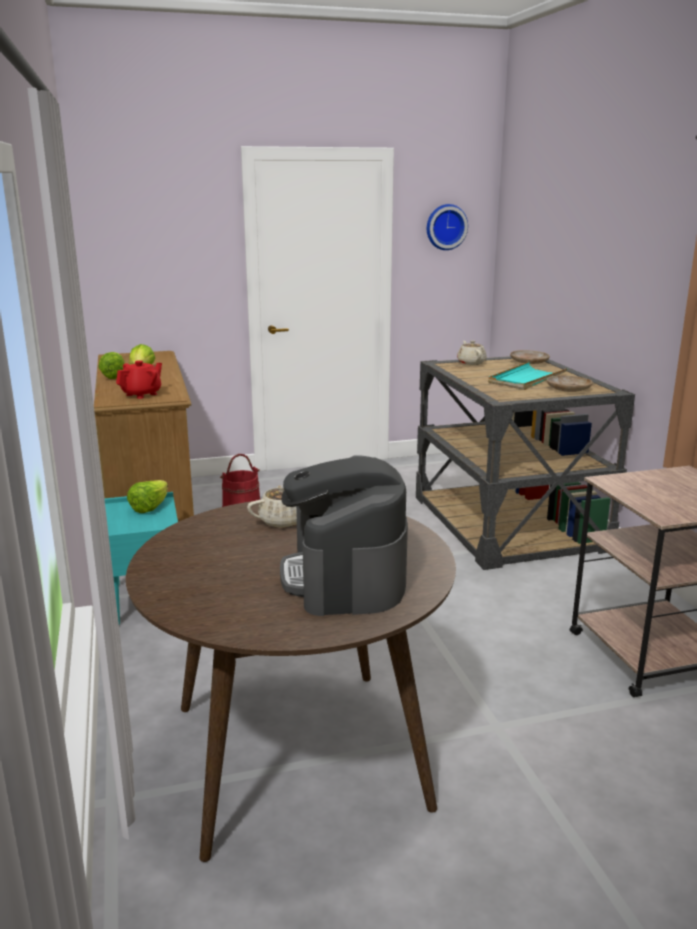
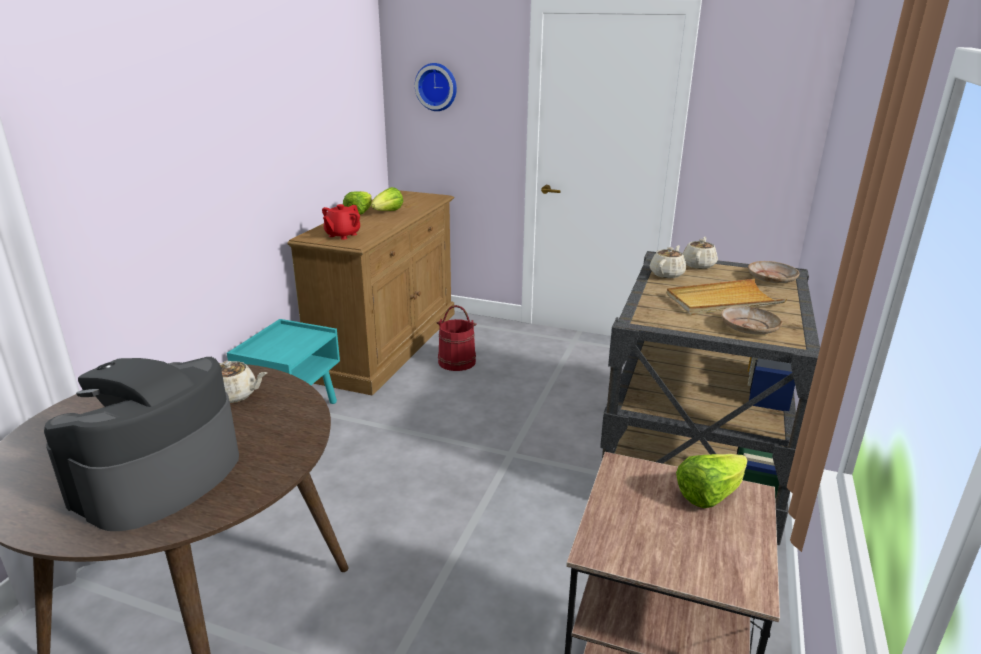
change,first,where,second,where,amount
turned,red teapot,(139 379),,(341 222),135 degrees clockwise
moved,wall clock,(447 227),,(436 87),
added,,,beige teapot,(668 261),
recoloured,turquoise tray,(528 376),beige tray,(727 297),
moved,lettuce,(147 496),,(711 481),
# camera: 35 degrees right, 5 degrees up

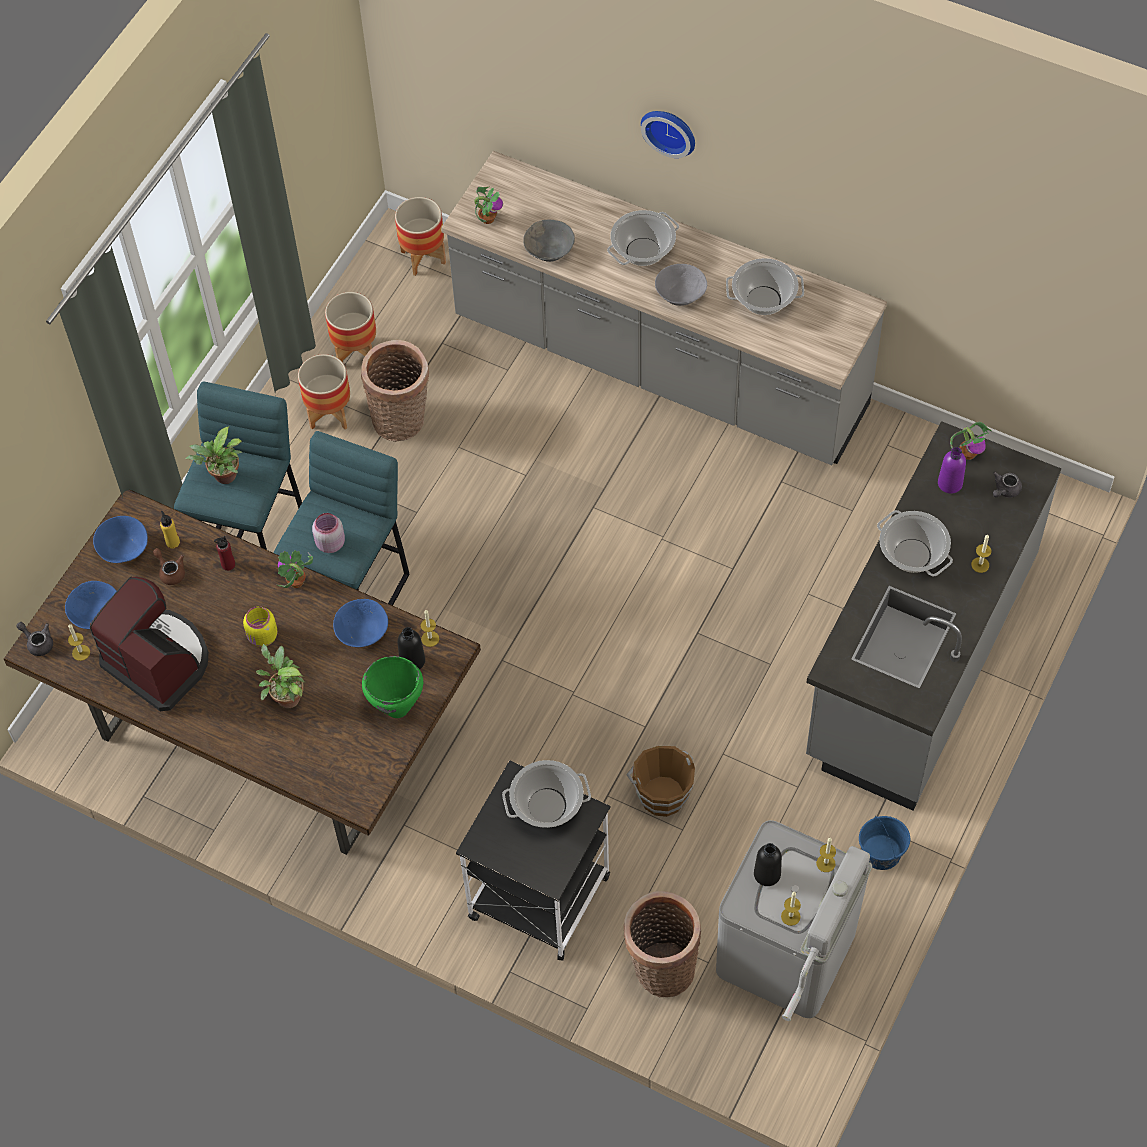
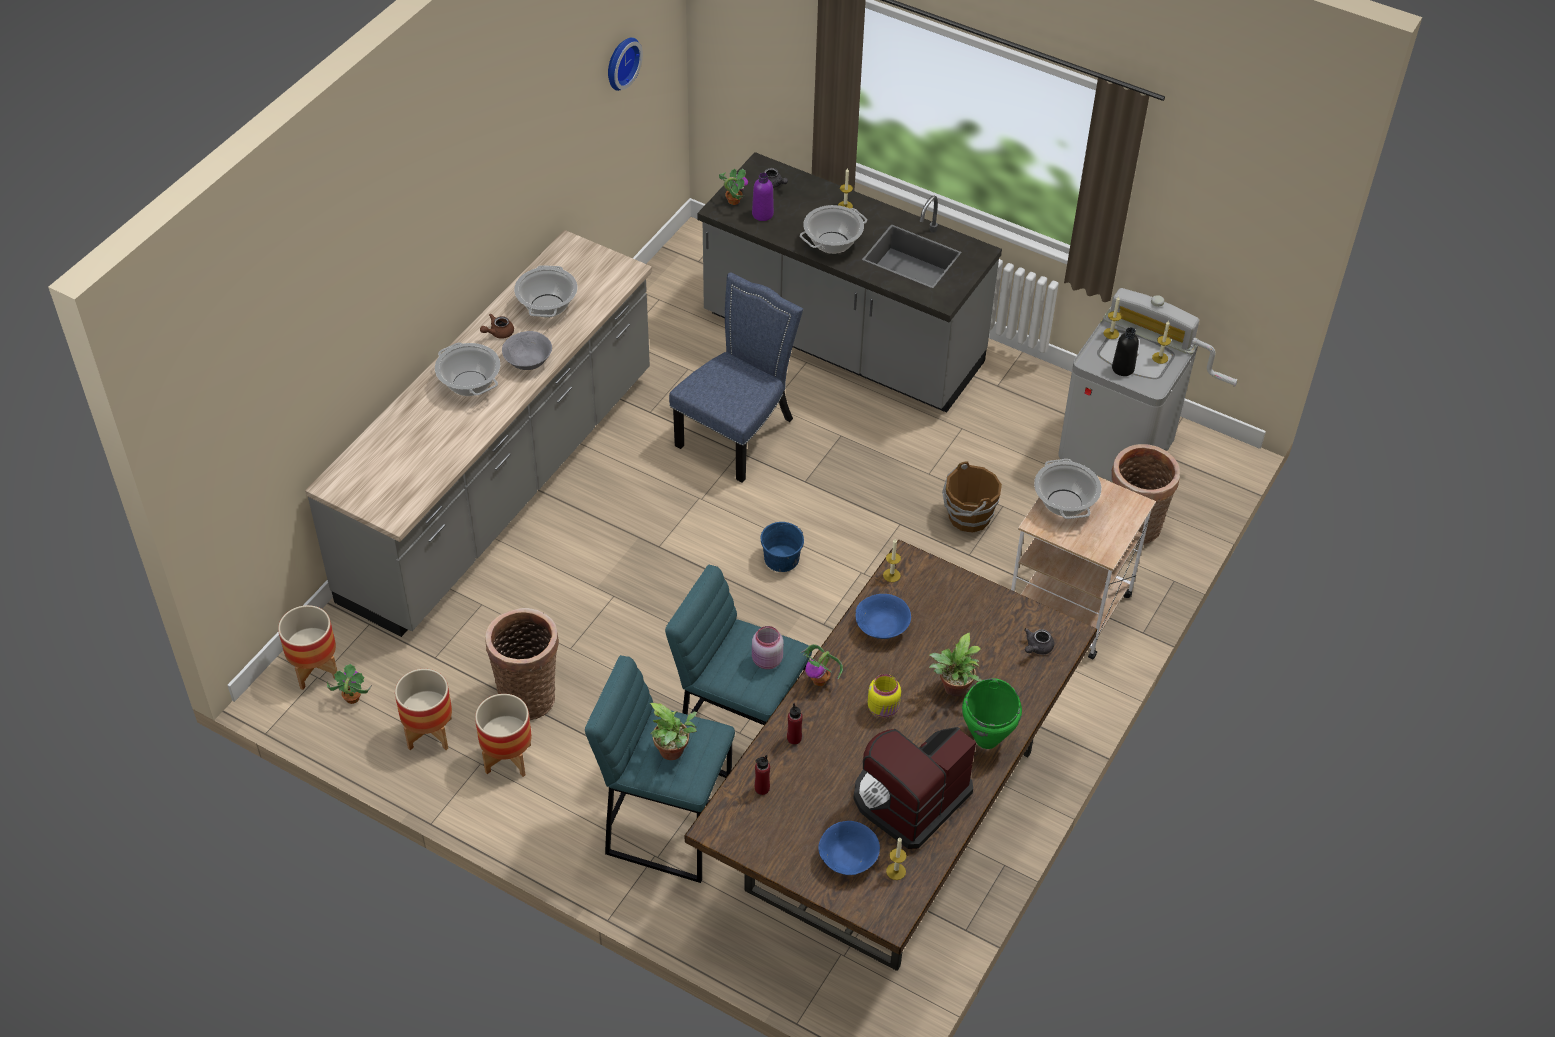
change,first,where,second,where,amount
moved,potted plant,(488 205),,(349 684),
moved,brown teapot,(169 566),,(497 326),
moved,wall clock,(668 134),,(625 64),
added,,,blue chair,(736 377),
recoloured,yellow bottle,(170 530),red bottle,(762 775),
moved,blue bucket,(884 843),,(782 547),
moved,green cooking pot,(392 687),,(992 713),
recoloured,black cart,(533 860),beige cart,(1083 567),
moved,grey teapot,(34 639),,(1039 641),
removed,blue bowl,(120 539),,,
removed,black bottle,(411 648),,,
removed,grey bowl,(549 241),,,
# camera: 90 degrees left, 10 degrees down

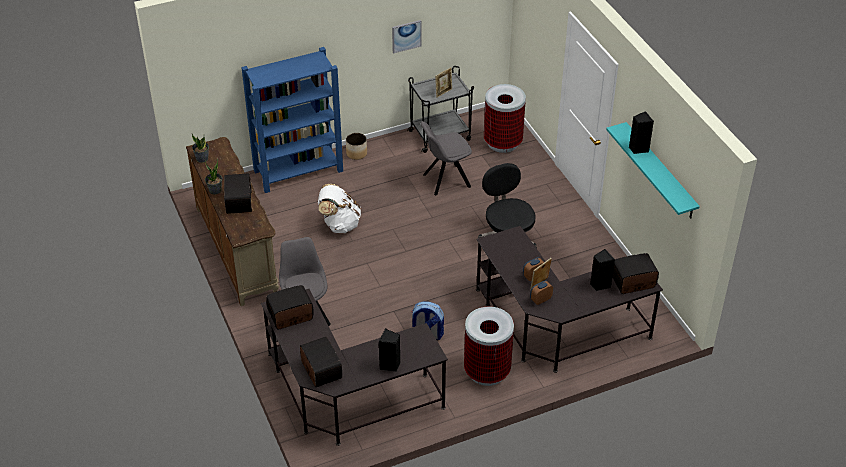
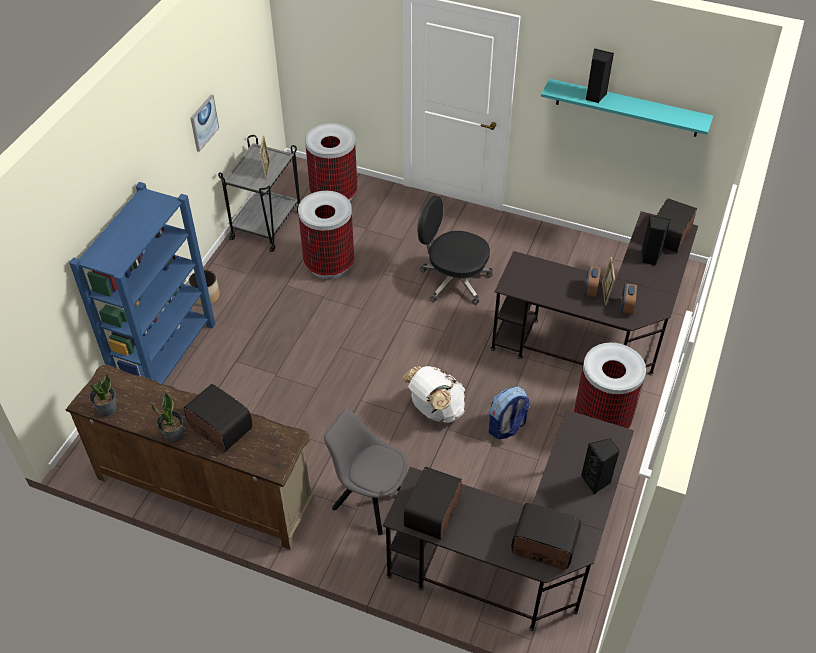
change,first,where,second,where,amount
replaced,grey chair,(446 158),trash can,(326 235),
moved,white backpack,(339 208),,(434 394),
# camera: 45 degrees left, 5 degrees up

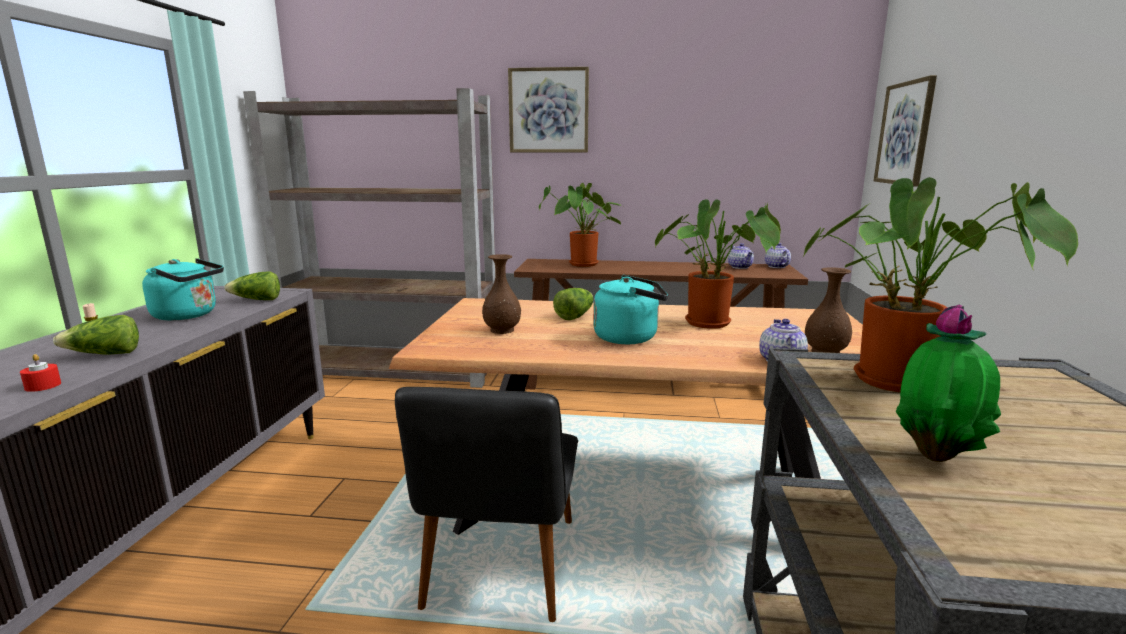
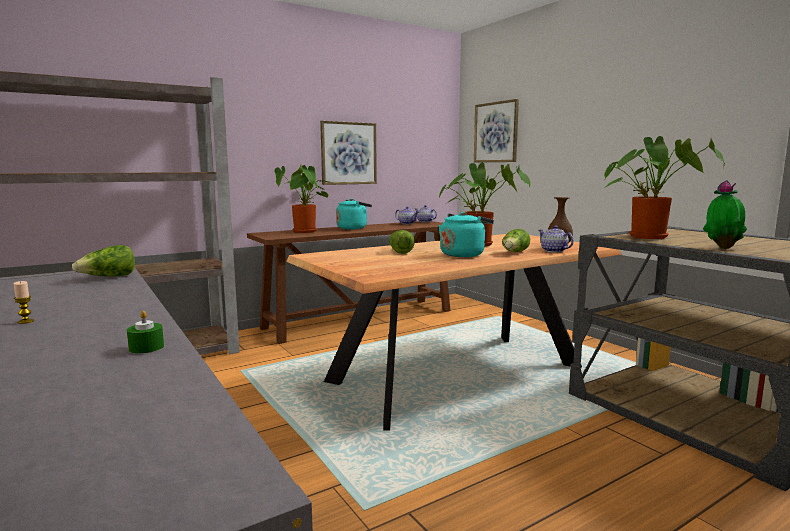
change,first,where,second,where,amount
recoloured,red candle,(40 373),green candle,(145 332),
moved,picture,(548 109),,(348 153),
moved,turquoise kettle,(183 289),,(354 214),
moved,lettuce,(96 334),,(516 240),
removed,black chair,(486 504),,,
removed,brown vase,(501 294),,,
# camera: 40 degrees left, 5 degrees down

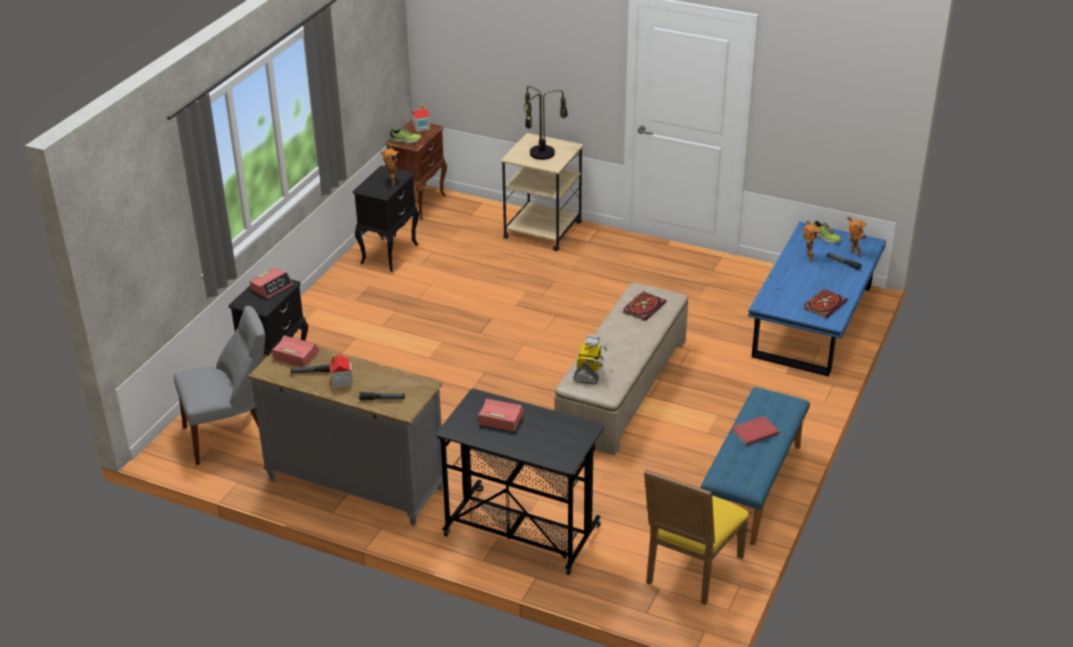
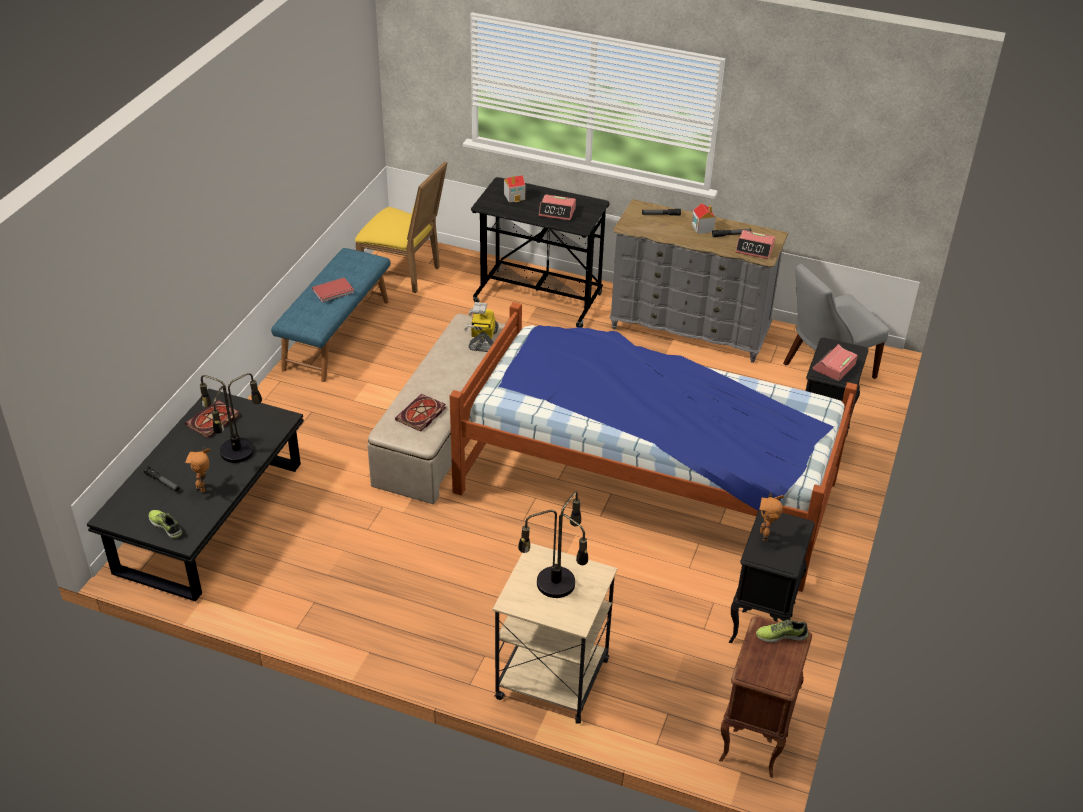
change,first,where,second,where,amount
recoloured,blue coffee table,(817 299),black coffee table,(195 495),
added,,,table lamp,(231 418),
turned,yellow chair,(697 537),,(401 227),90 degrees clockwise
added,,,bed,(654 447),
moved,toy house,(421 118),,(514 189),
removed,toy robot,(857 237),,,
# camera: 175 degrees right, 5 degrees up

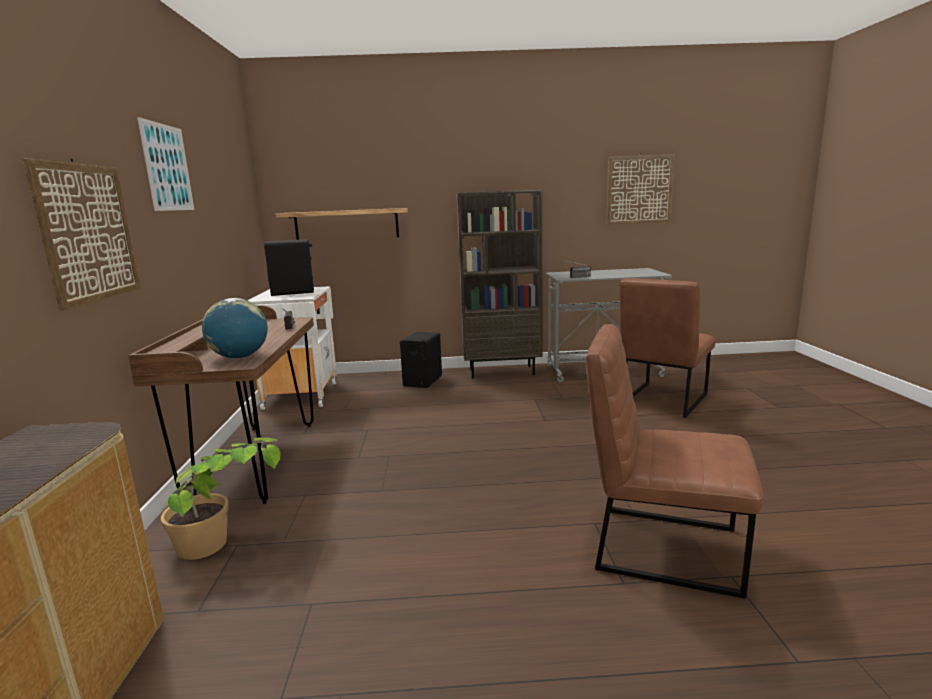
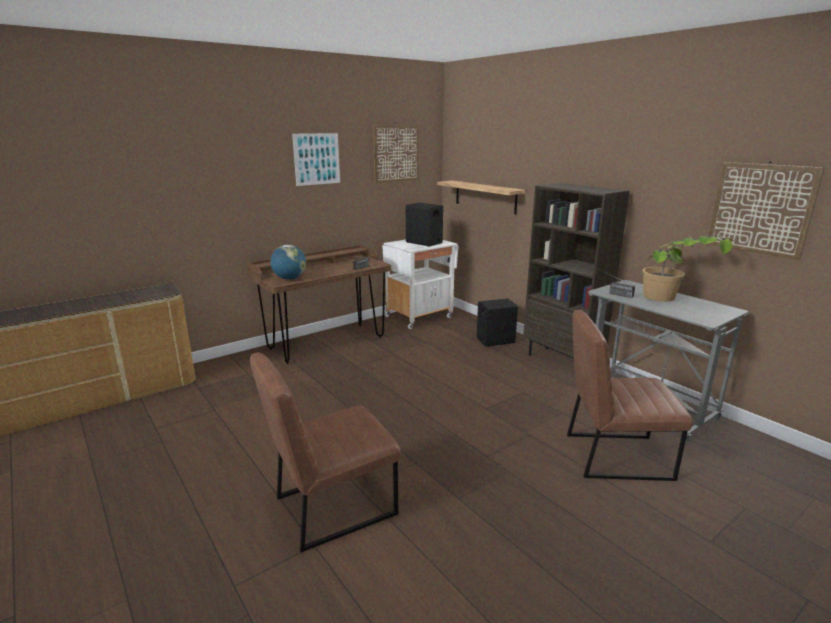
change,first,where,second,where,amount
turned,brown chair,(674 461),,(325 452),105 degrees counterclockwise
moved,picture,(82 234),,(396 153),
moved,potted plant,(221 499),,(688 268),
# camera: 55 degrees right, 5 degrees up

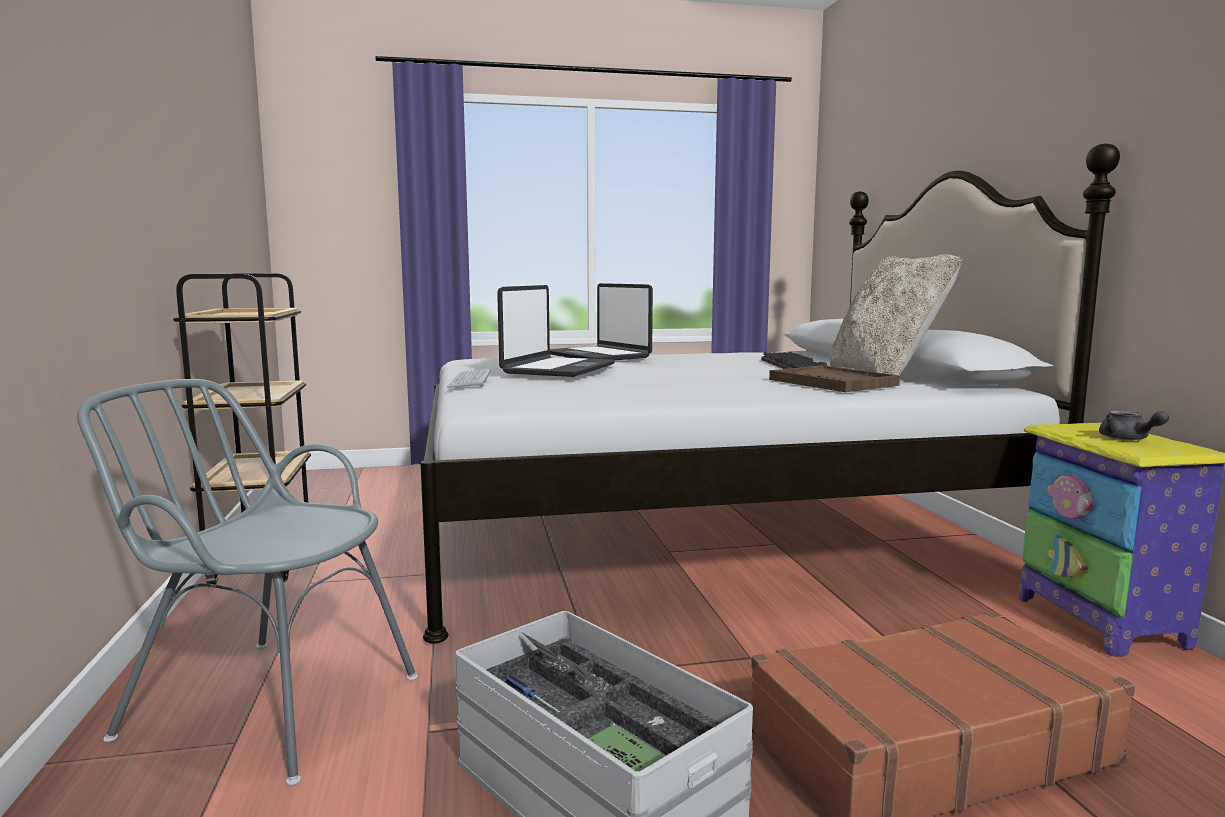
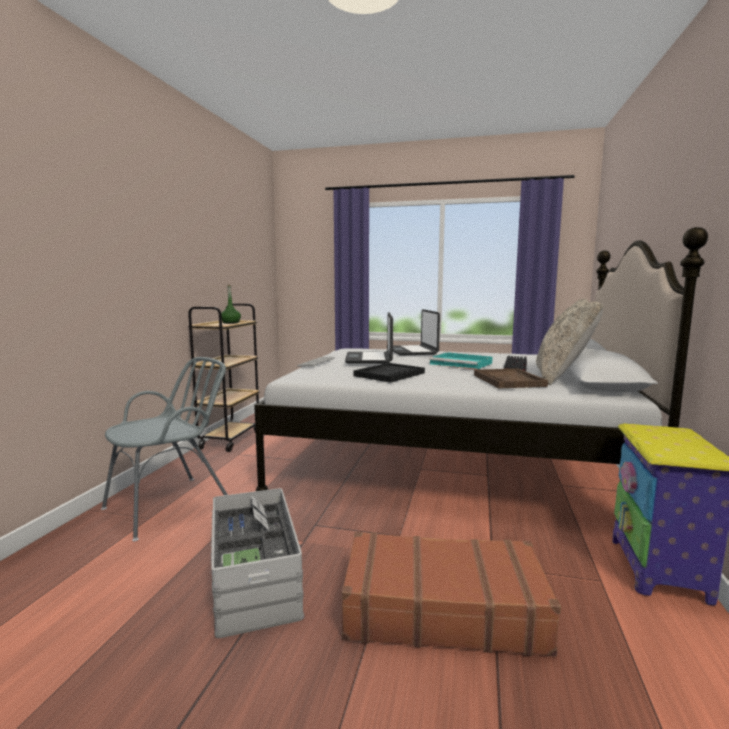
change,first,where,second,where,amount
turned,grey chair,(247 582),,(164 449),90 degrees clockwise
added,,,green bottle,(231 304),
turned,laptop,(556 331),,(369 338),135 degrees clockwise
added,,,black tray,(389 373),
added,,,turquoise tray,(460 361),
removed,grey teapot,(1134 425),,,
# camera: 25 degrees right, 0 degrees up

